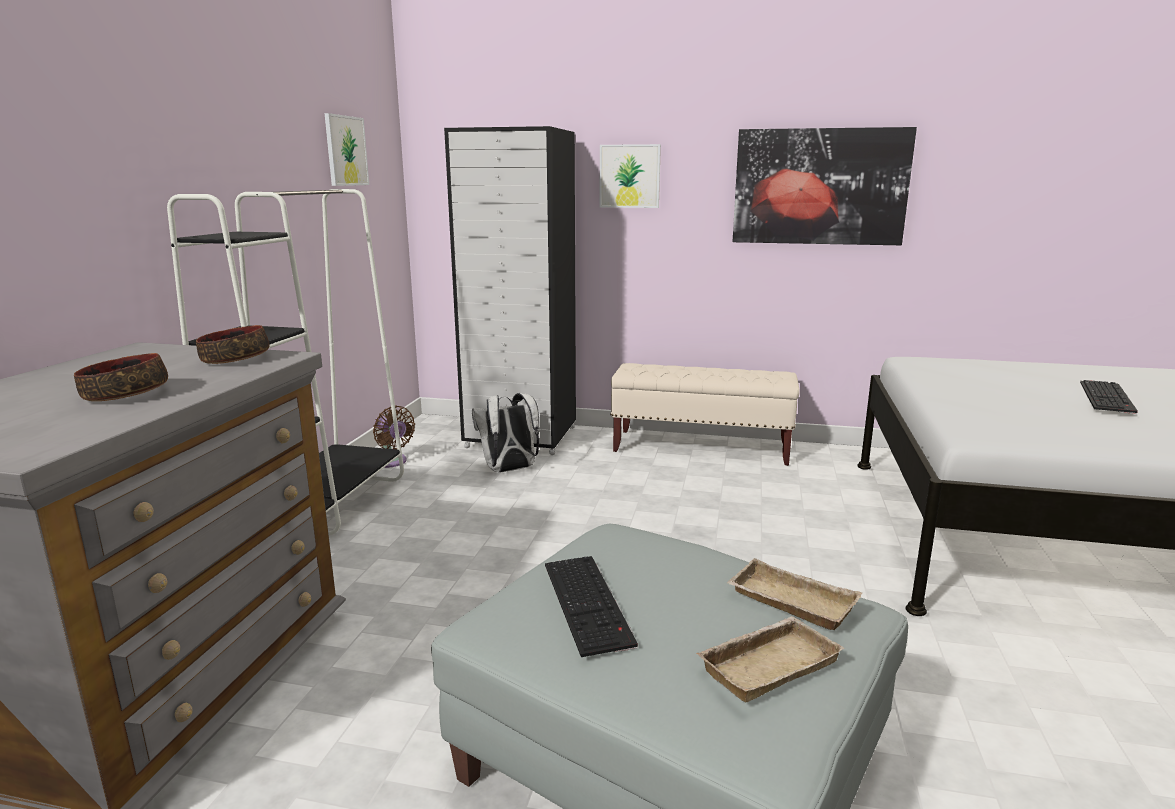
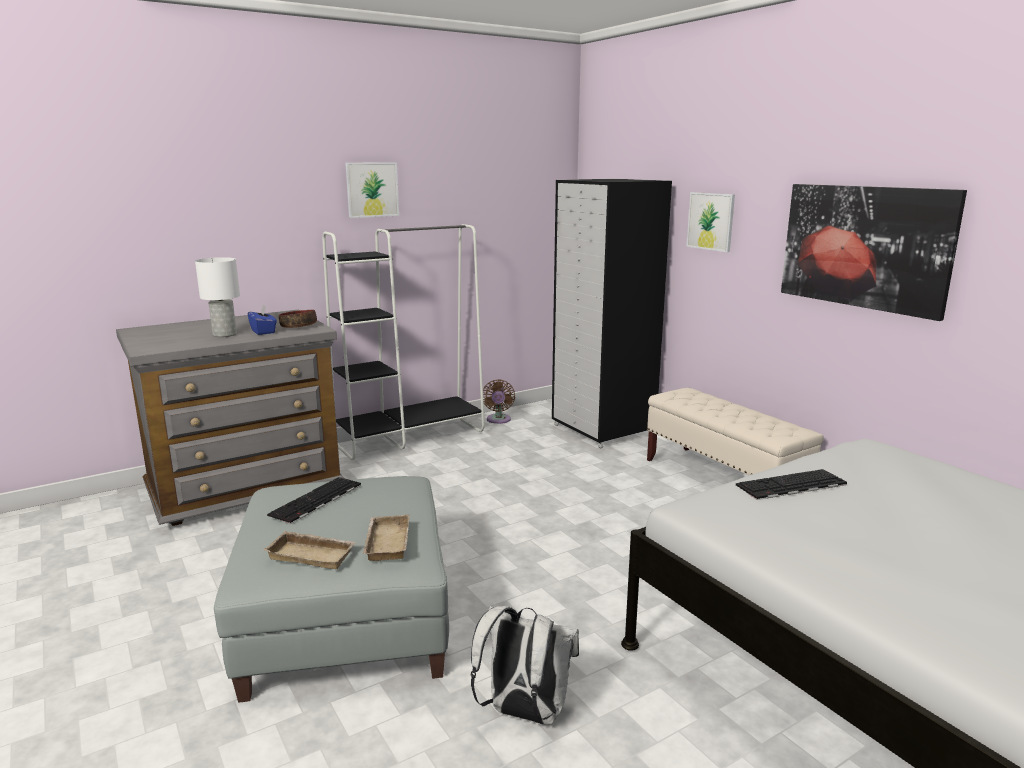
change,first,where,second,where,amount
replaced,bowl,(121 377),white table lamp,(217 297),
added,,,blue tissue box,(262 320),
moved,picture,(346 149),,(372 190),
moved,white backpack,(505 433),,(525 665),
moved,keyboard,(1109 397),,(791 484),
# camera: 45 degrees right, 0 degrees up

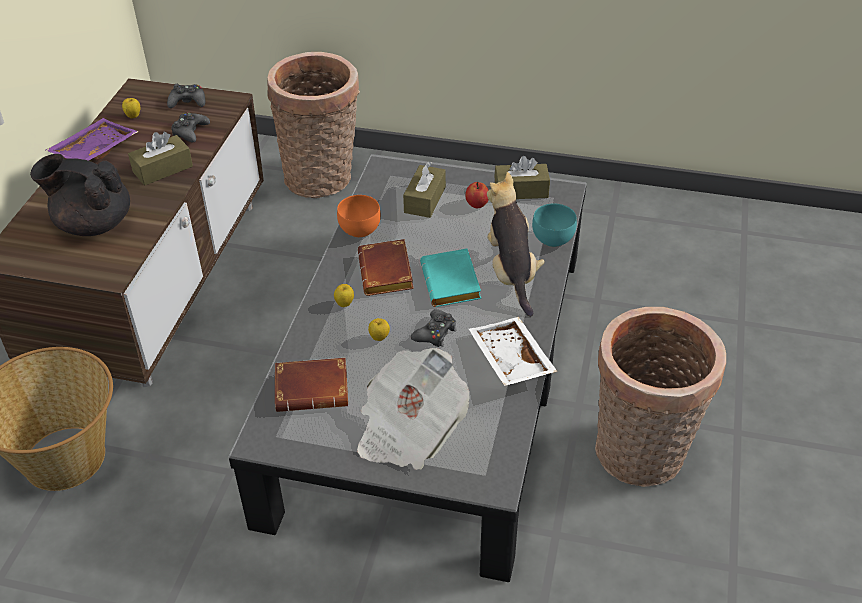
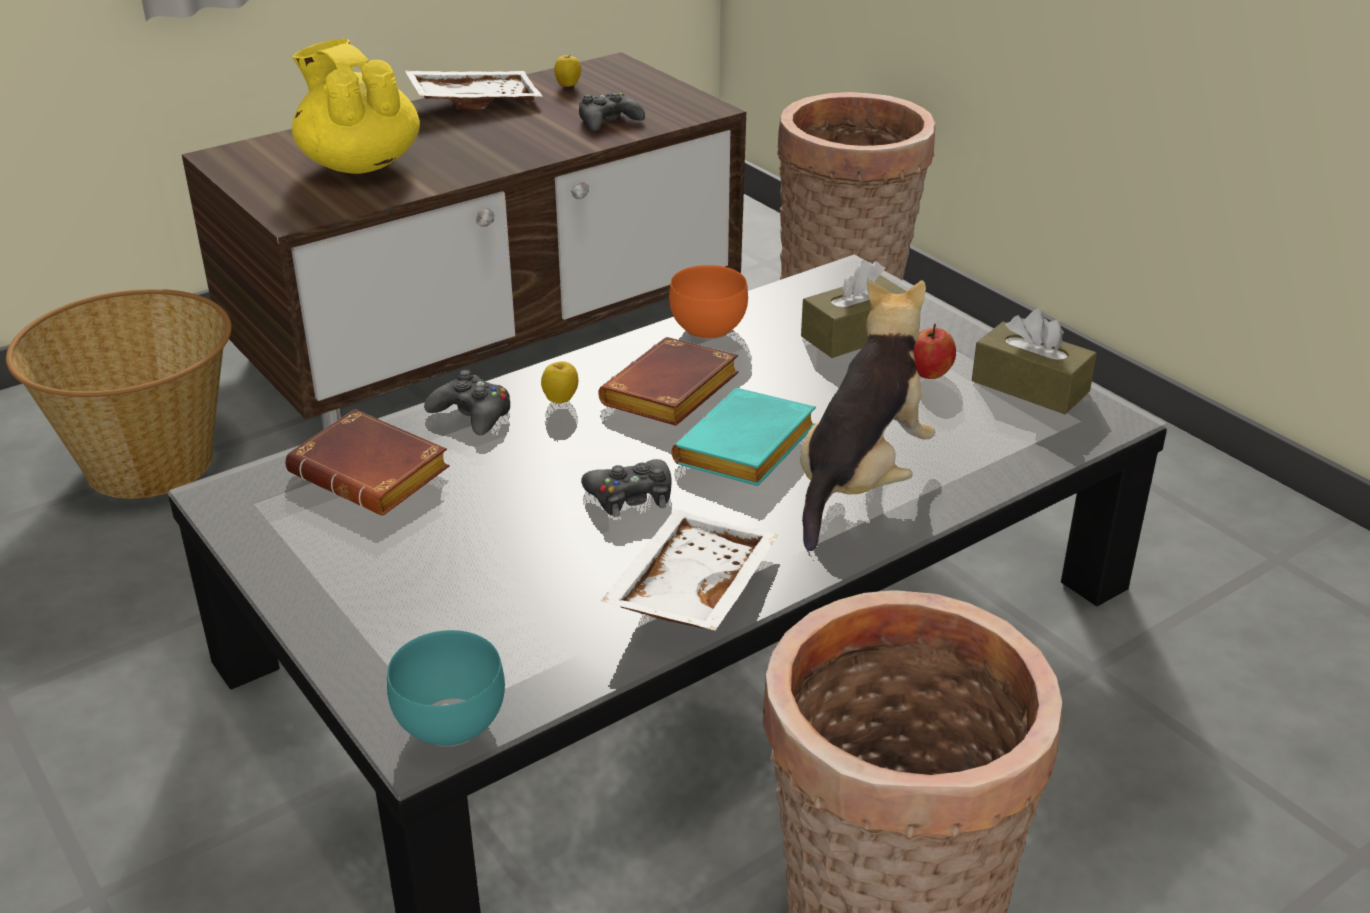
change,first,where,second,where,amount
recoloured,black teapot,(80 195),yellow teapot,(356 106),
moved,turquoise bowl,(554 225),,(446 688),
recoloured,purple tray,(92 139),white tray,(474 89),
moved,black game controller,(186 96),,(467 402),
removed,brown tissue box,(160 158),,,
removed,newspaper,(413 409),,,
removed,apple,(379 329),,,
# camera: 40 degrees right, 10 degrees down

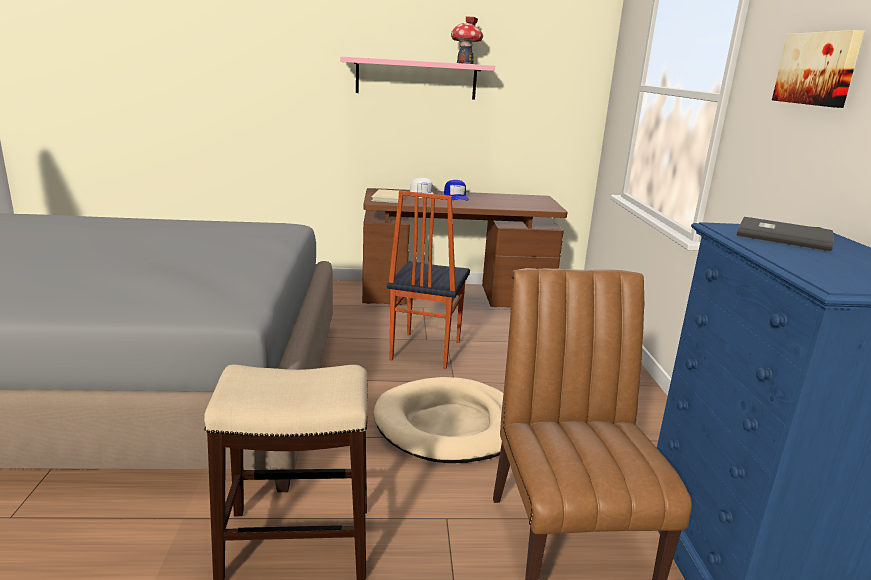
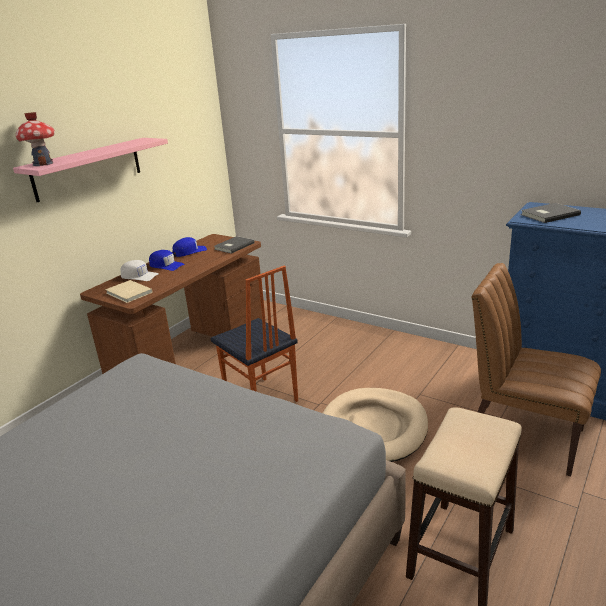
change,first,where,second,where,amount
moved,toy house,(467 40),,(35 139),
added,,,blue cap,(190 247),
added,,,grey book,(234 245),
removed,picture,(818 69),,,
# camera: 50 degrees left, 5 degrees up

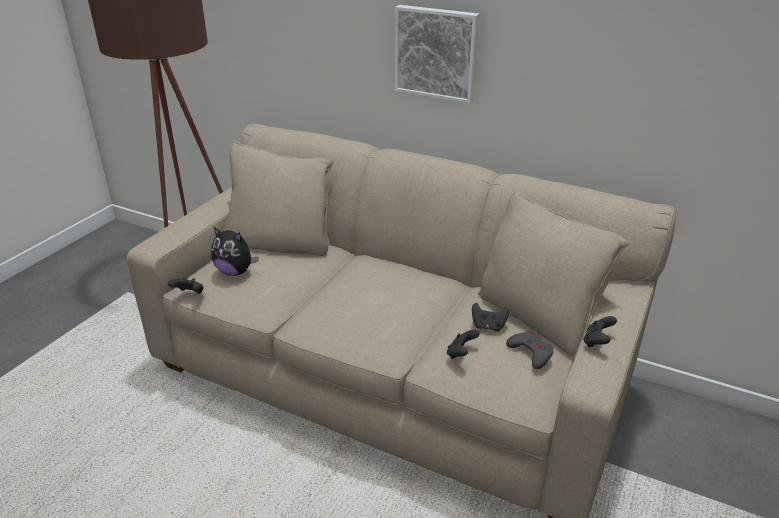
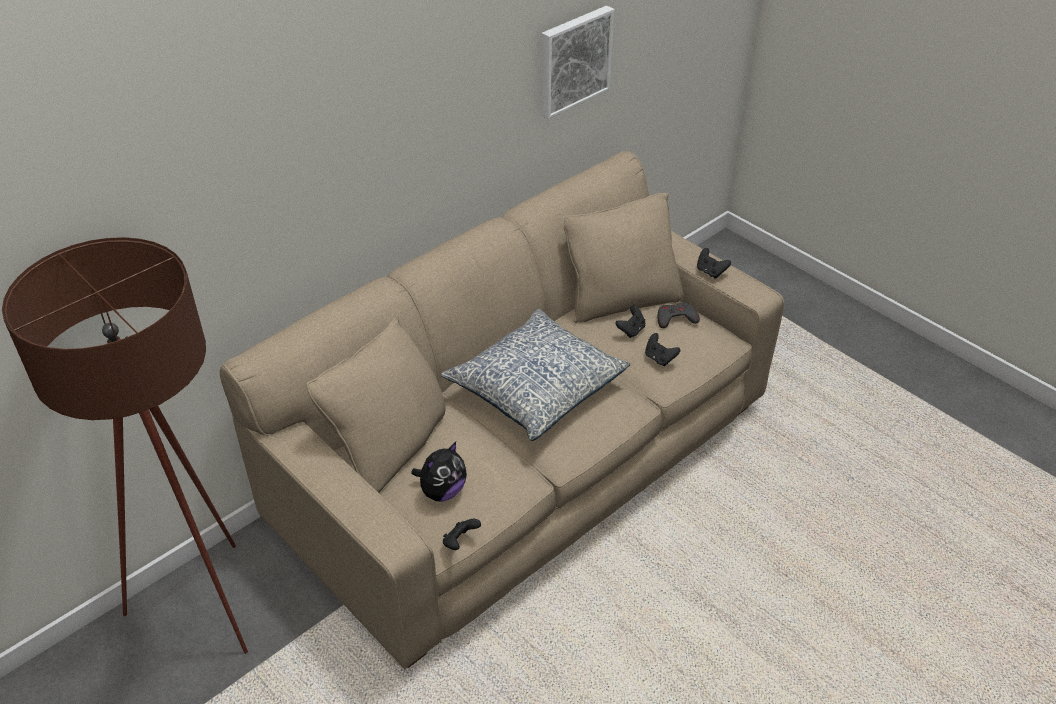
change,first,where,second,where,amount
added,,,pillow,(535 375),
moved,picture,(437 54),,(577 62),
# camera: 70 degrees left, 10 degrees up

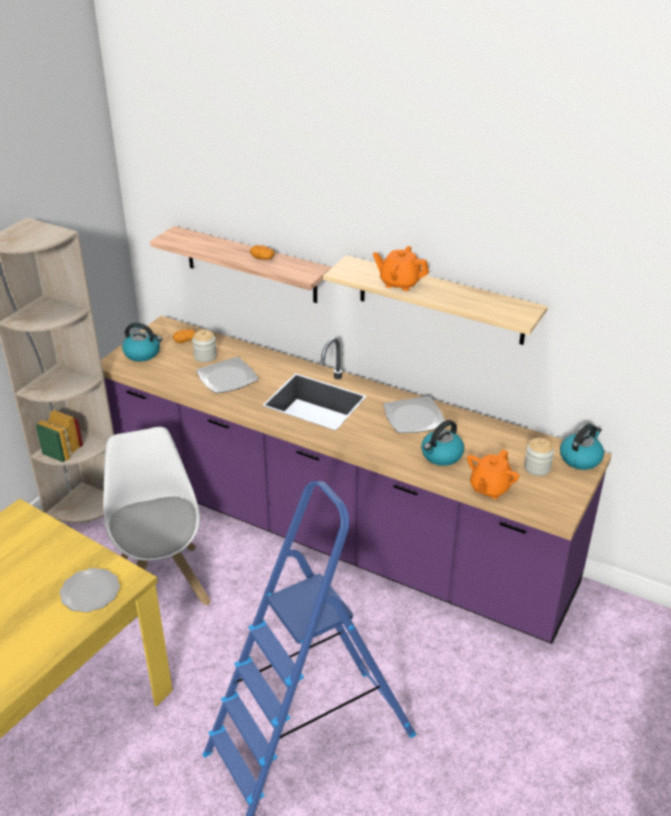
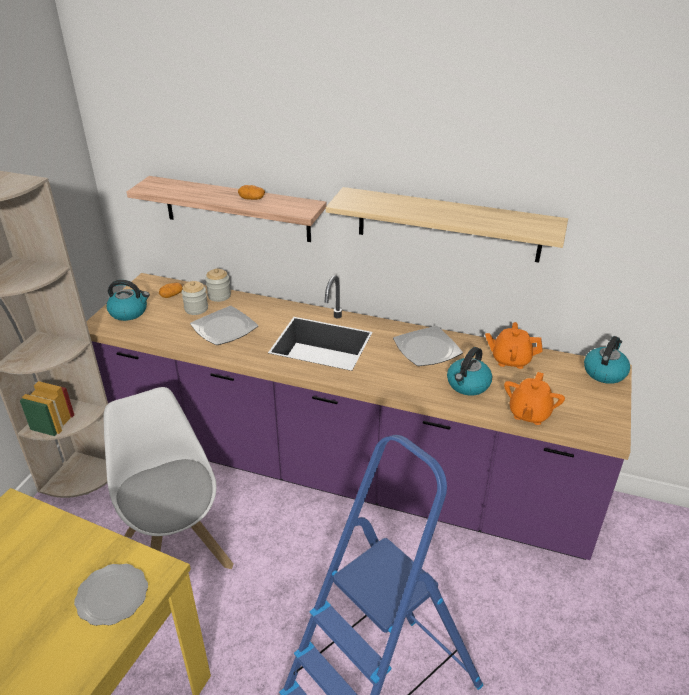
change,first,where,second,where,amount
moved,jar,(539 457),,(218 285),
moved,orange teapot,(401 268),,(514 345),
# camera: 10 degrees left, 0 degrees up

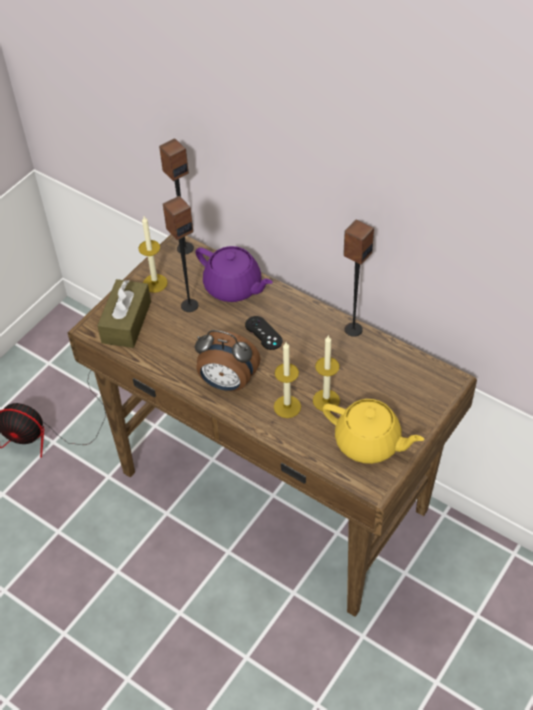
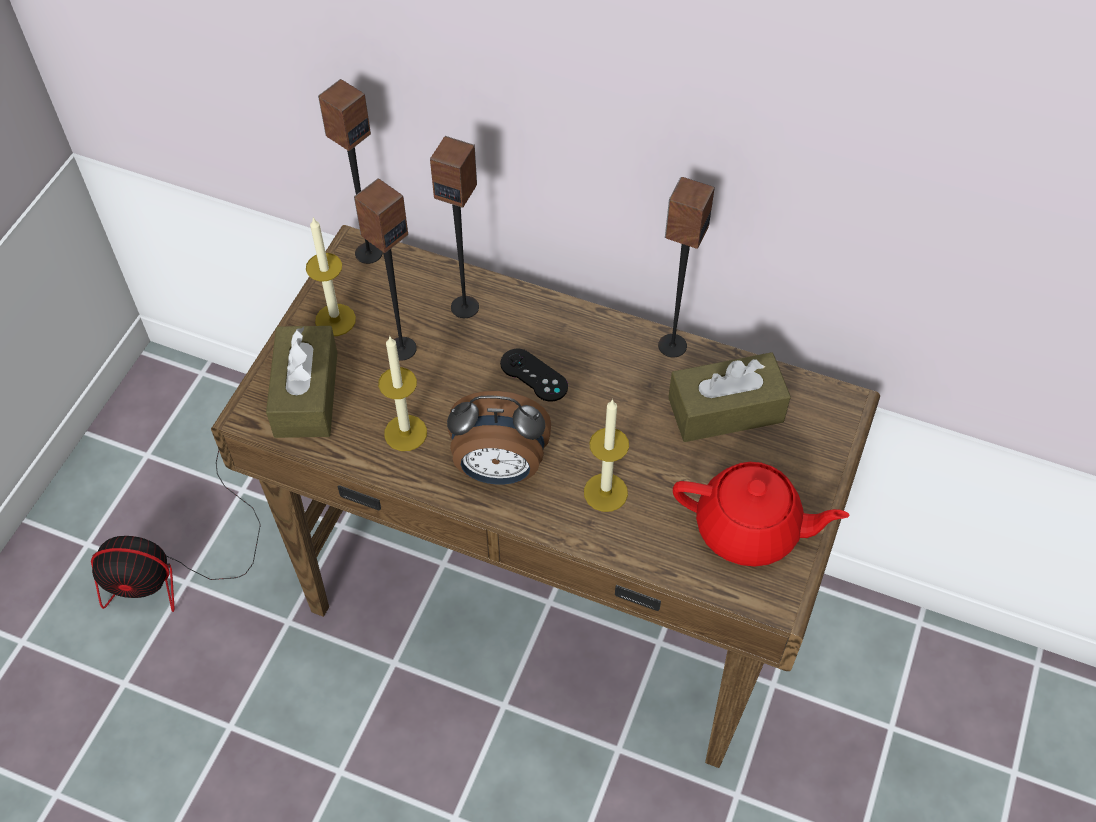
change,first,where,second,where,amount
moved,candle,(326 373),,(402 394),
replaced,purple teapot,(234 274),speaker,(454 227),
added,,,brown tissue box,(729 397),
recoloured,yellow teapot,(373 431),red teapot,(761 514),
# camera: 15 degrees left, 5 degrees up

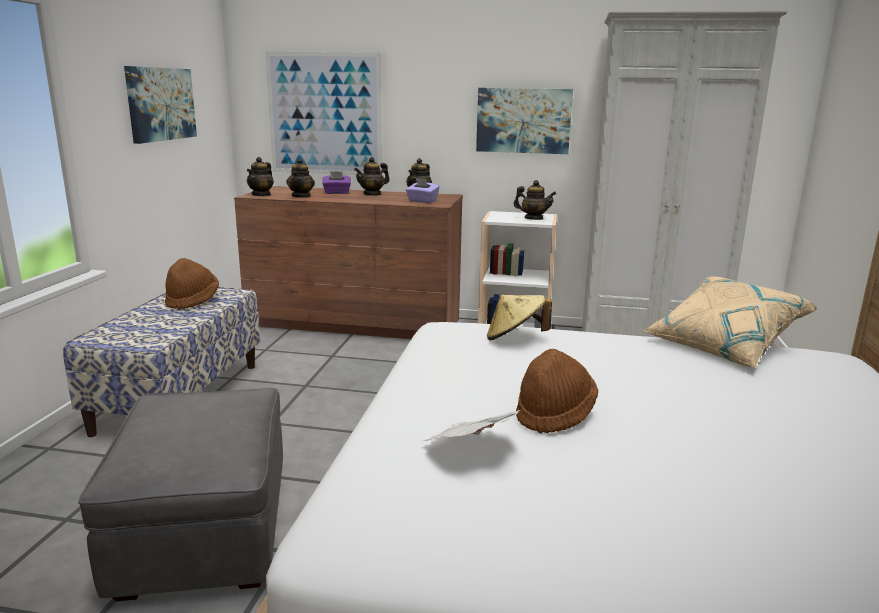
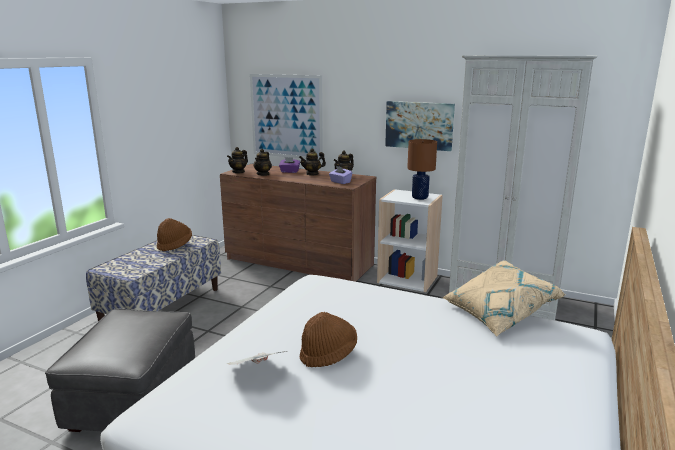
change,first,where,second,where,amount
replaced,teapot,(534 200),brown table lamp,(422 169),
removed,picture,(160 105),,,
removed,beige hat,(519 317),,,
# camera: 15 degrees right, 0 degrees up

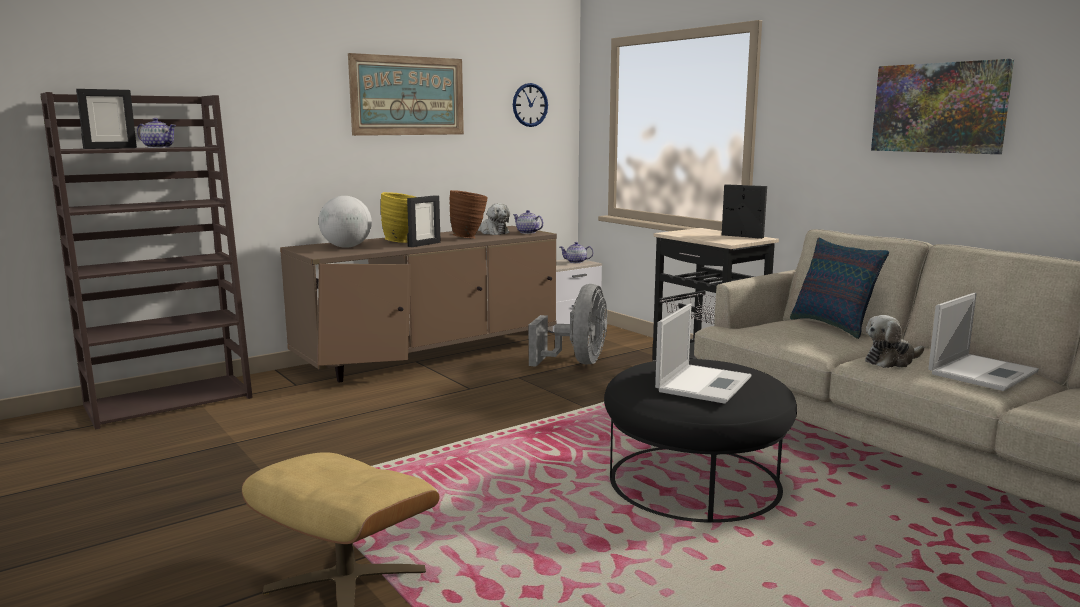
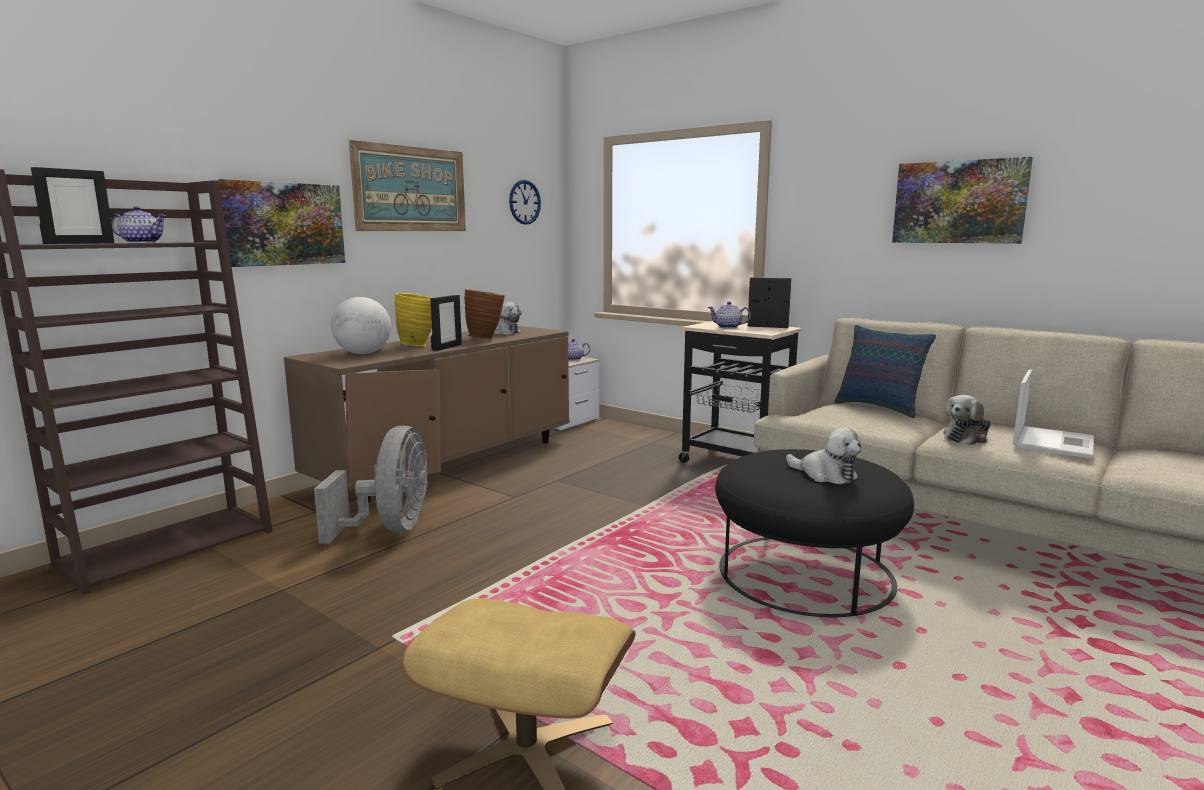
change,first,where,second,where,amount
added,,,picture,(281 223),
moved,grey fan,(568 325),,(371 485),
moved,teapot,(528 222),,(729 315),
replaced,laptop,(703 354),plush toy,(823 455),
# camera: 15 degrees left, 0 degrees up

